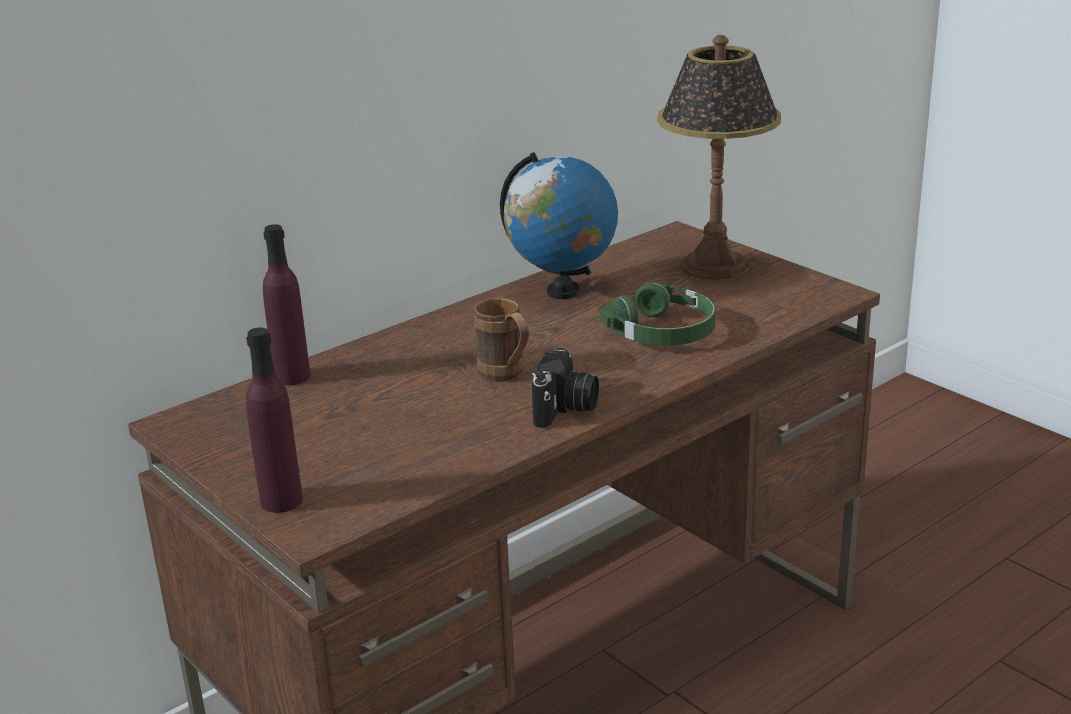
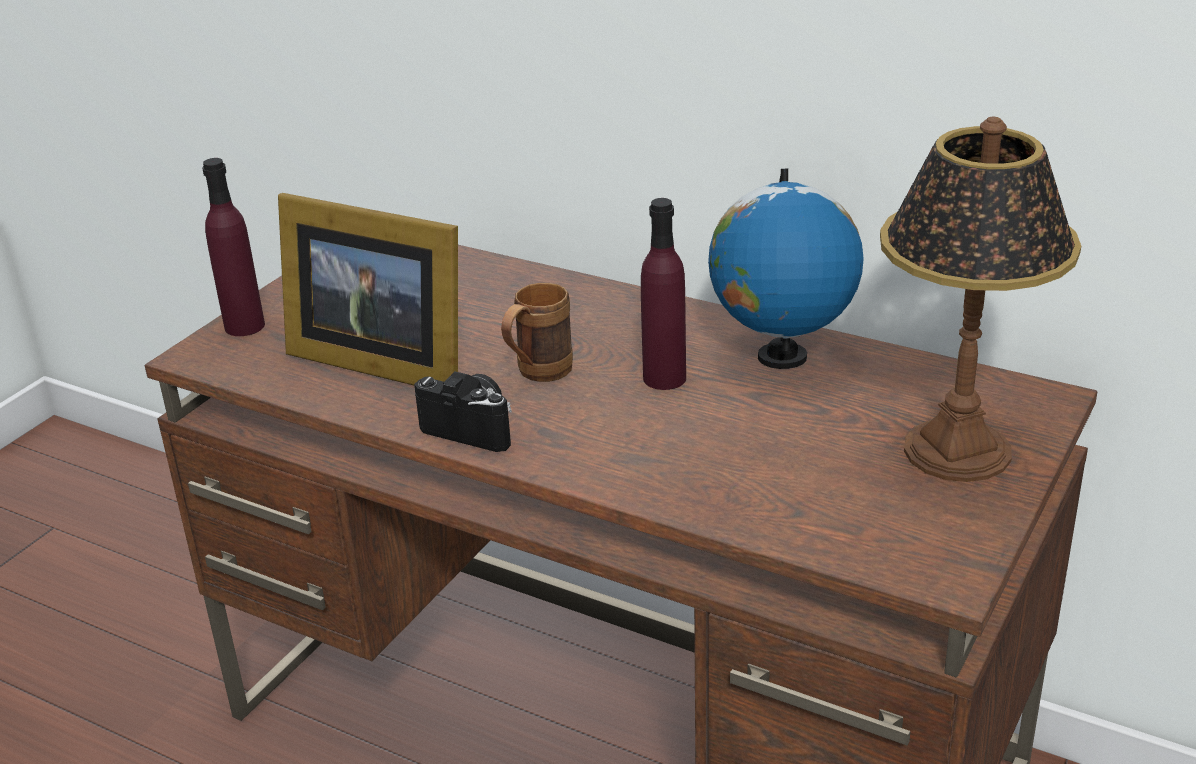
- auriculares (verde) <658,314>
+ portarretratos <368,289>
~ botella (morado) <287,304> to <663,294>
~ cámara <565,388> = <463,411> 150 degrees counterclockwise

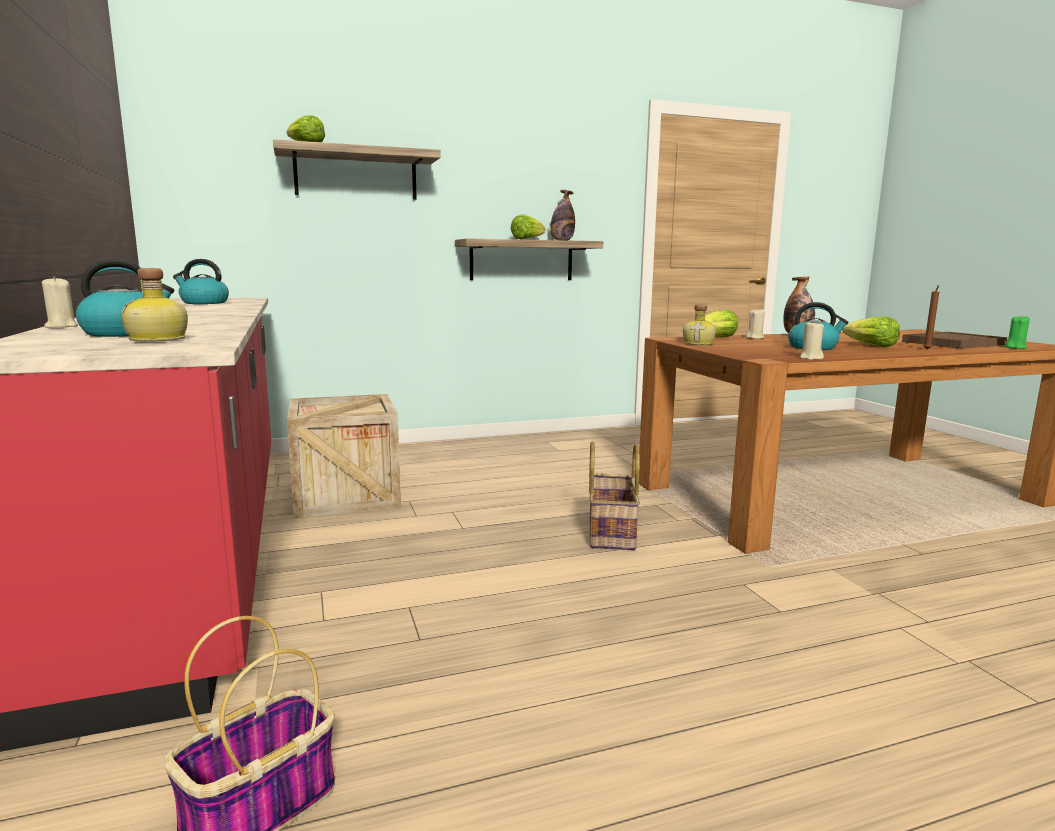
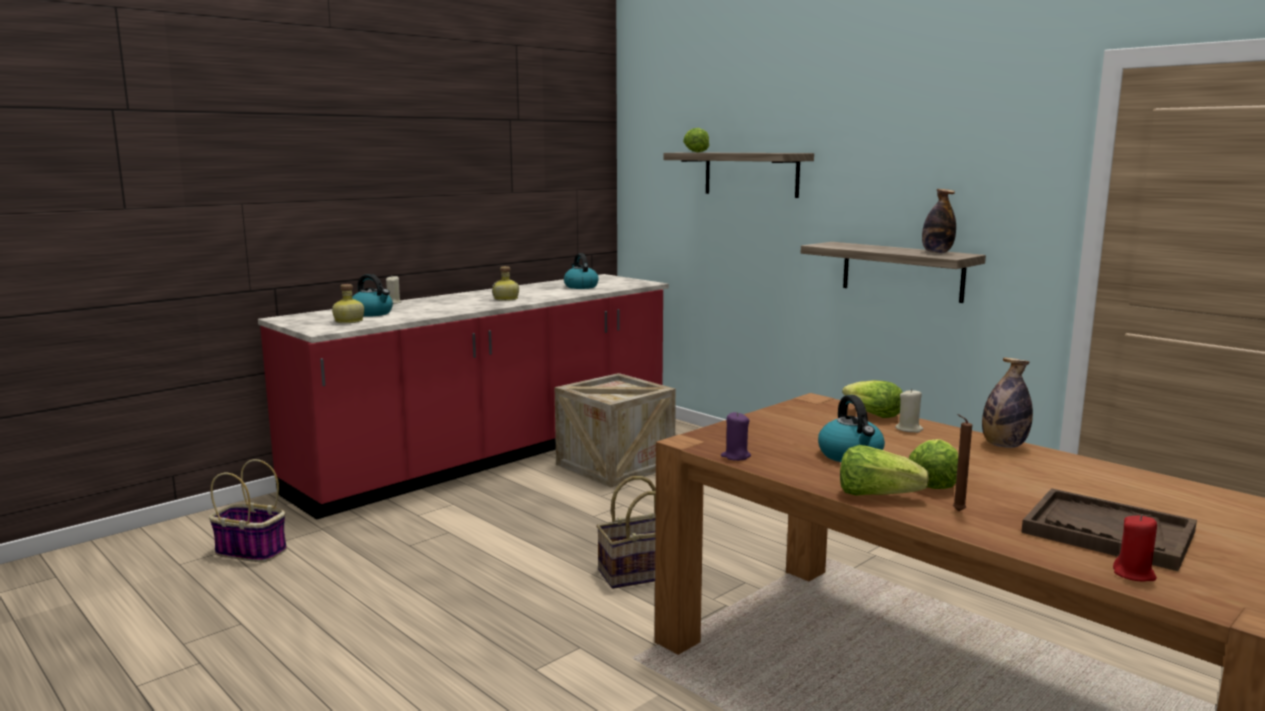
~ lechuga <527,227> to <884,470>
~ botella <699,324> to <505,283>
~ vela (beis) <812,340> to vela (morado) <736,436>
~ vela (verde) <1017,332> to vela (rojo) <1135,548>

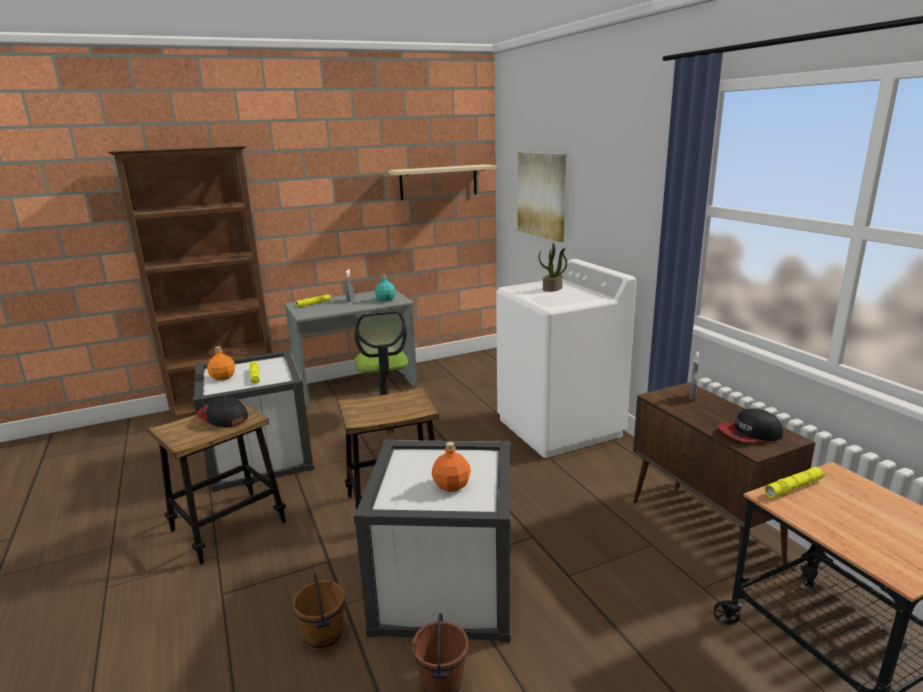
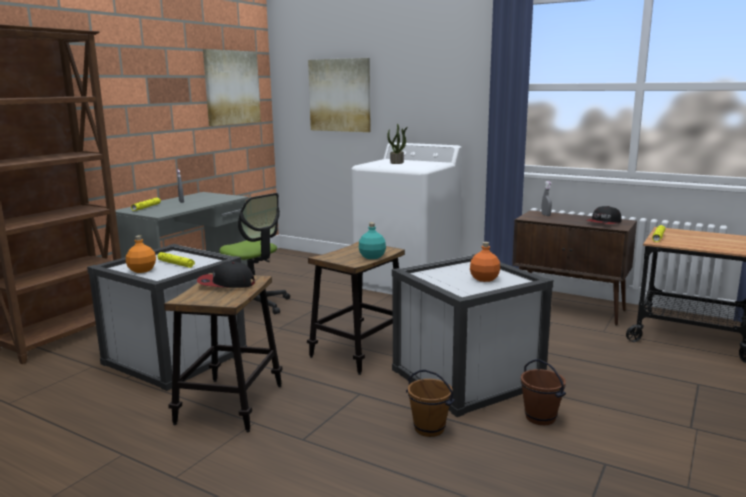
~ botella (turquesa) <385,288> to <372,241>
~ estante (beis) <442,182> to cuadro <232,87>

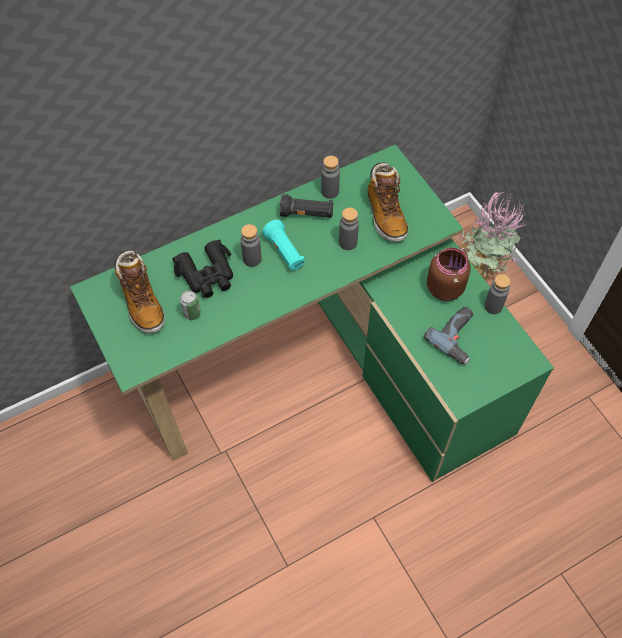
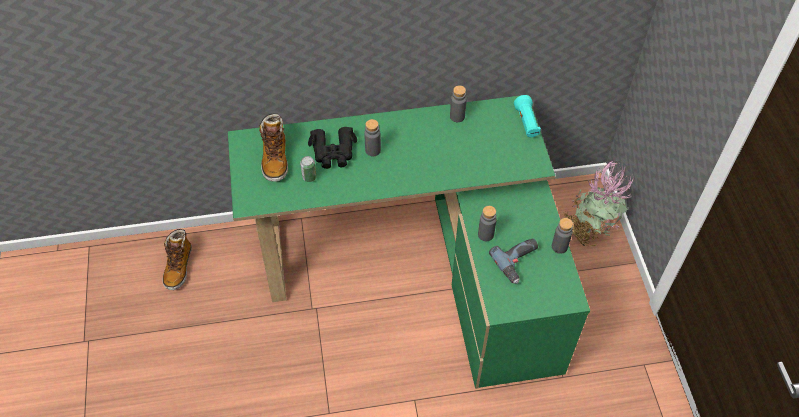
- linterna (negro) <306,206>
- tarro (marrón) <449,274>
~ linterna (turquesa) <283,245> to <527,116>
~ botella (gris) <349,229> to <487,223>
~ bota <388,202> to <177,259>

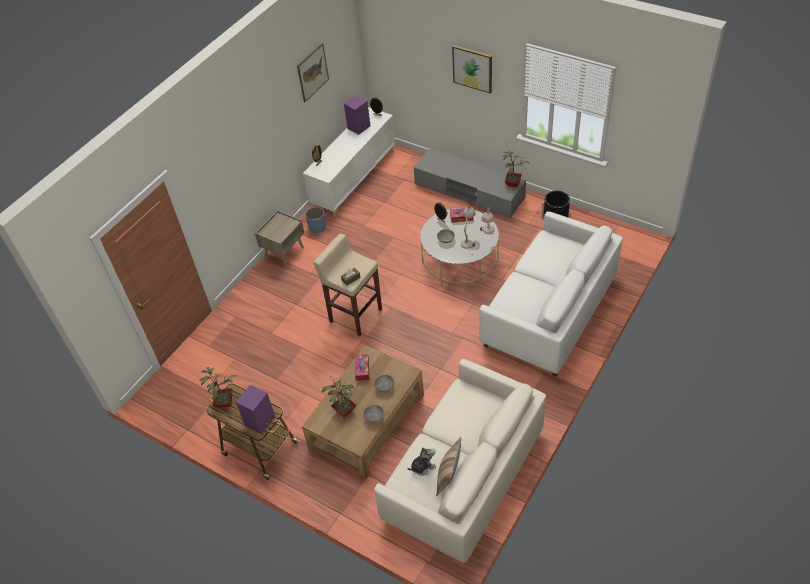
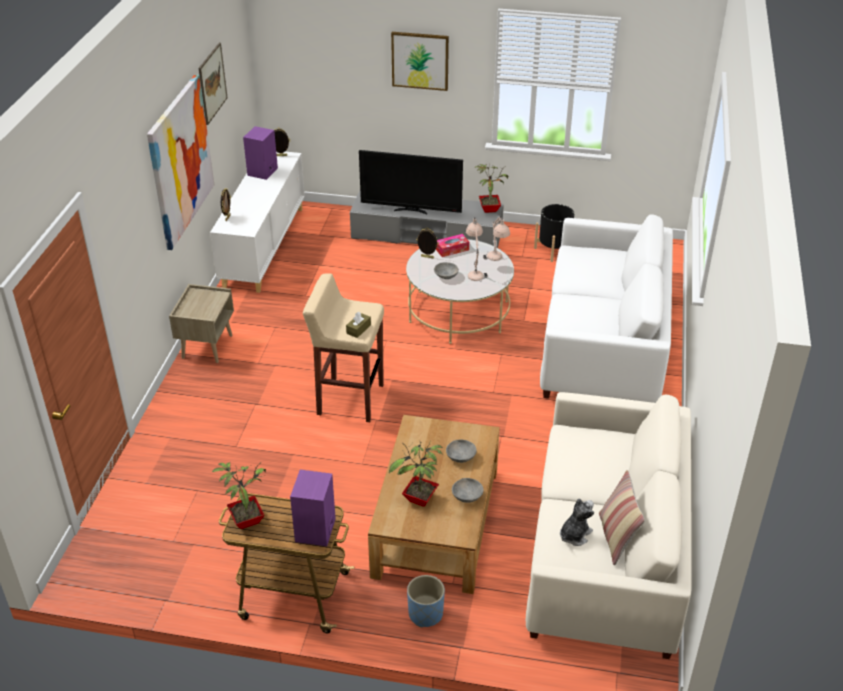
- caja de pañuelos <362,367>
+ cuadro <180,162>
+ televisor <411,182>
~ maceta (azul) <315,220> to <426,601>

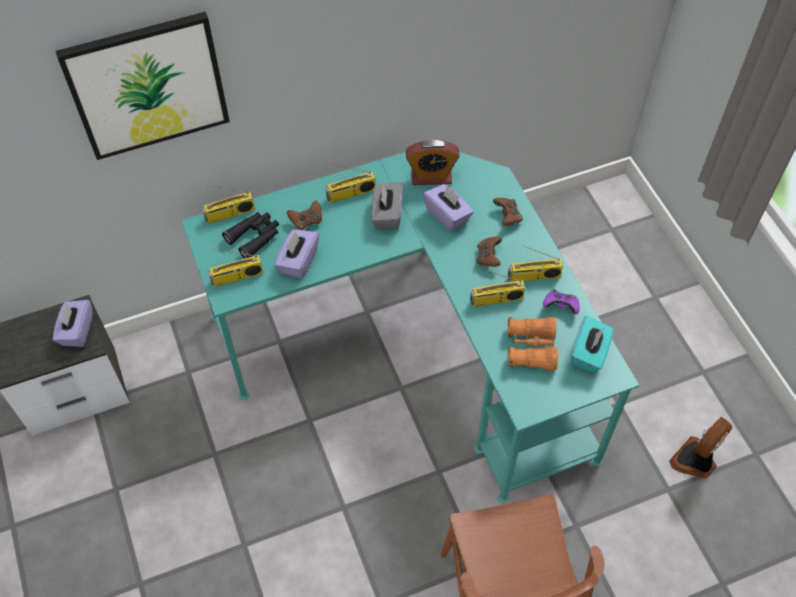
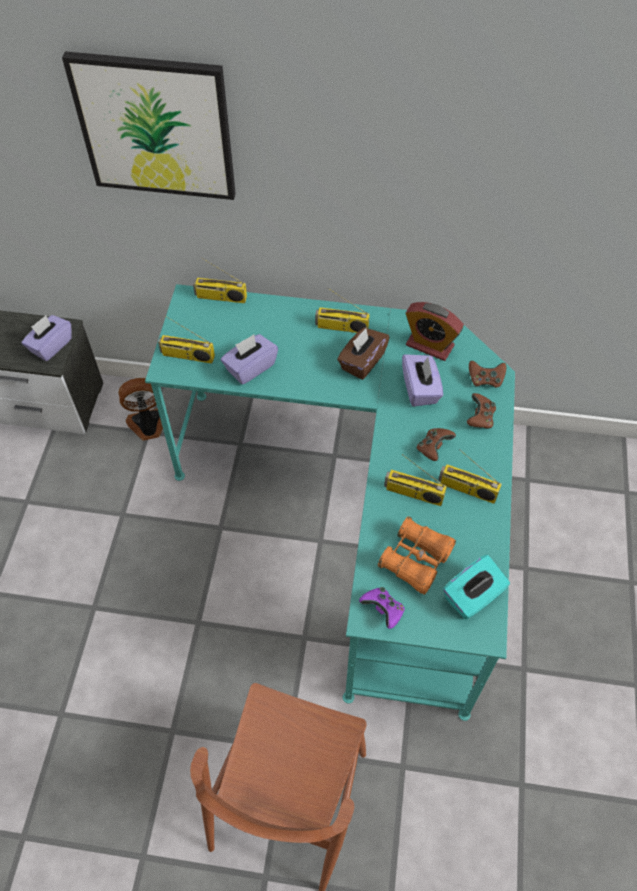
- prismáticos (negro) <250,235>
~ mando de consola (marrón) <304,215> to <487,374>
~ mando de consola (morado) <561,301> to <382,608>
~ ventilador <700,448> to <143,409>
~ caja de pañuelos (gris) <387,205> to caja de pañuelos (marrón) <363,353>

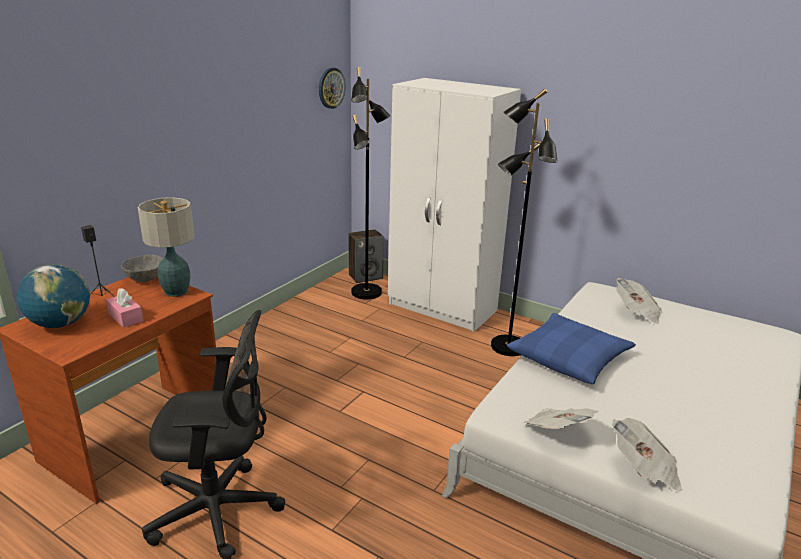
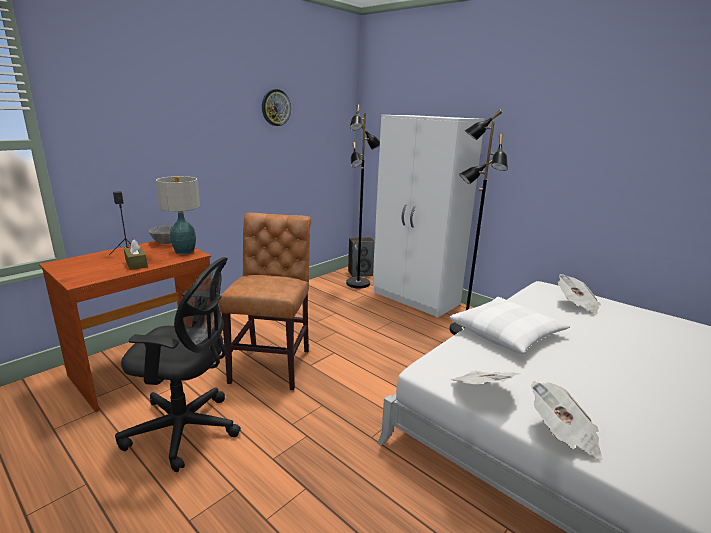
- globo terráqueo <53,296>
+ silla (marrón) <264,301>
~ reloj de pared <332,88> to <276,107>
~ caja de pañuelos (rosa) <124,308> to caja de pañuelos (marrón) <136,254>
~ cojín (azul) <571,348> to cojín (blanco) <509,325>

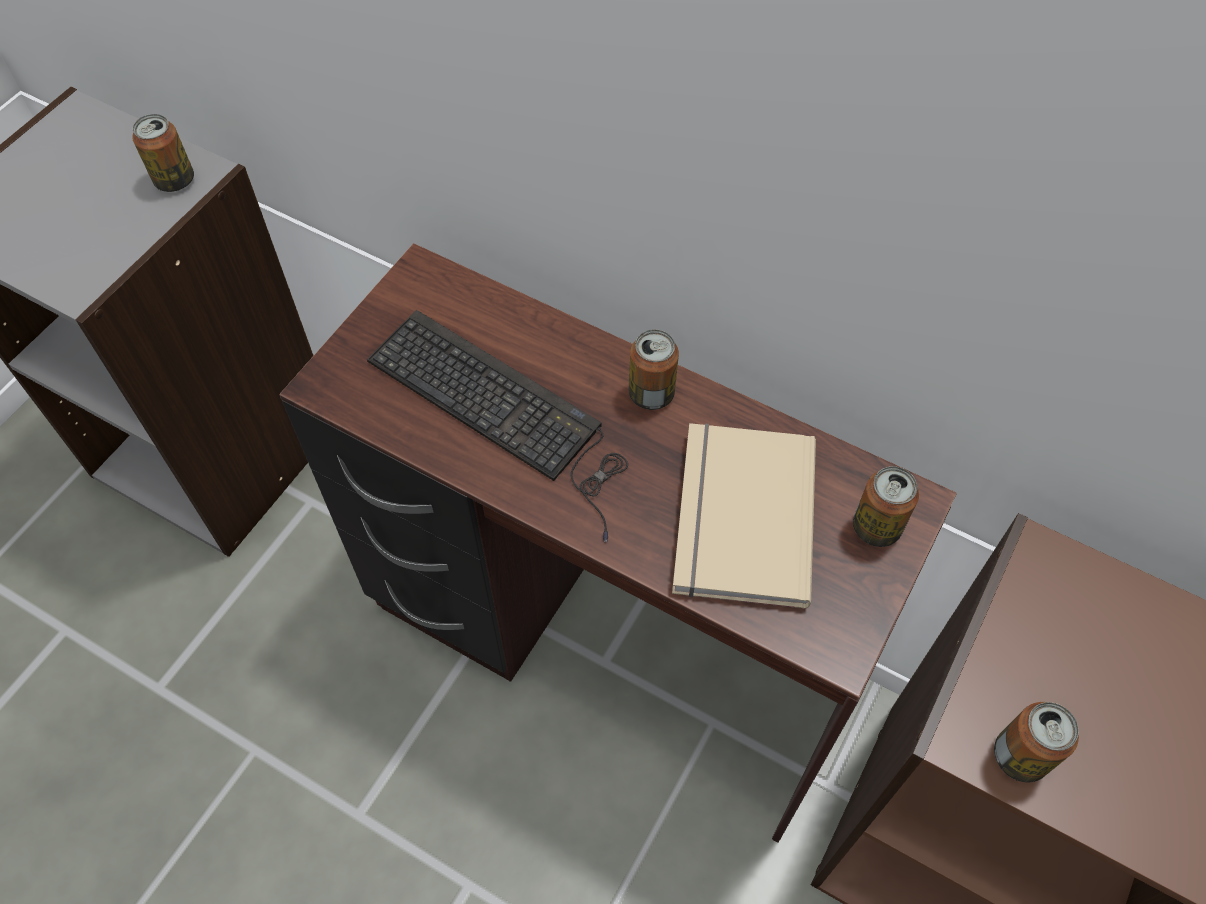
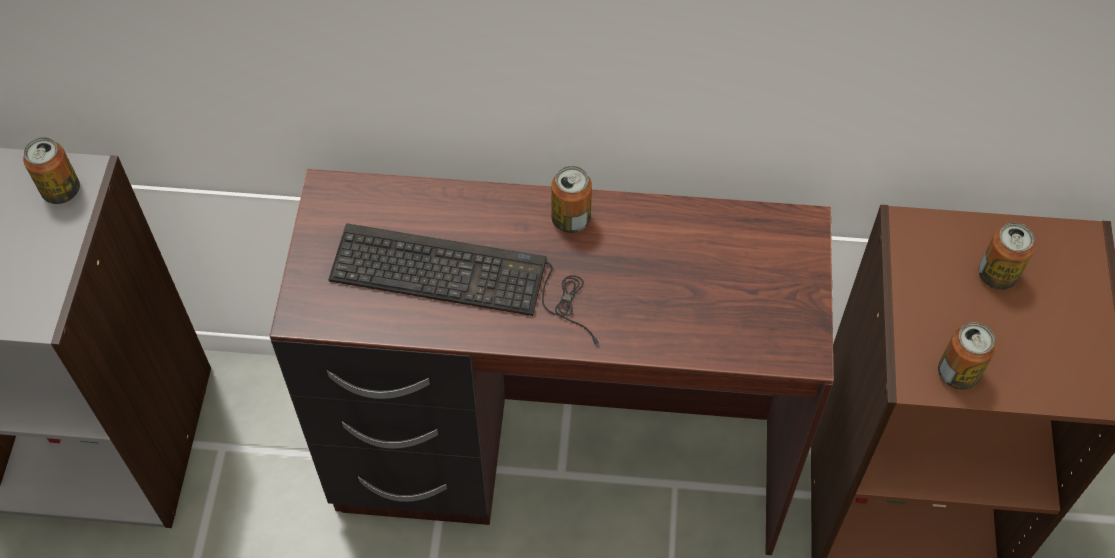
- libro (beis) <744,516>
~ lata <886,506> to <1007,256>

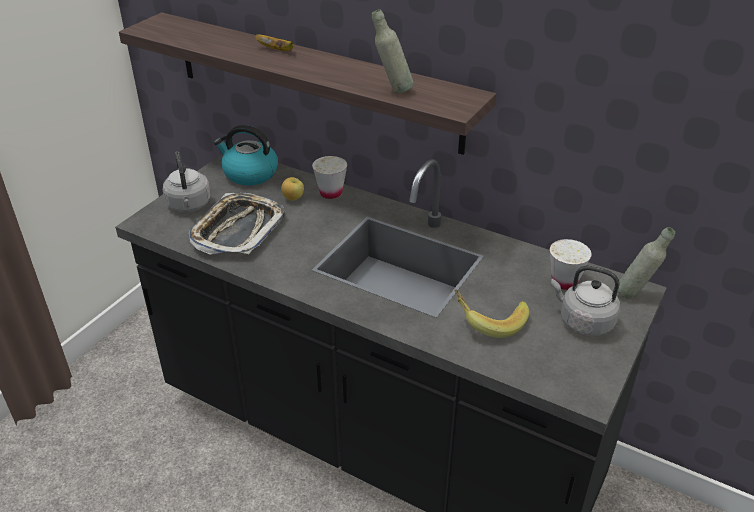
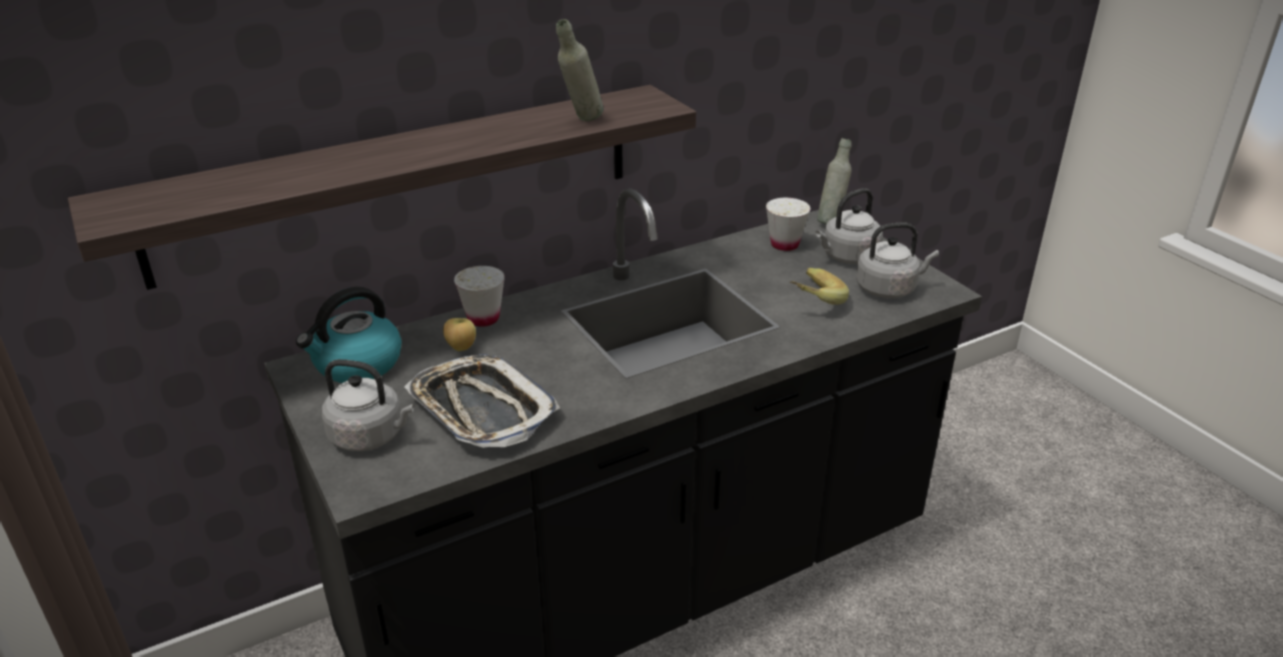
- plátano <274,43>
+ hervidor (gris) <897,260>

